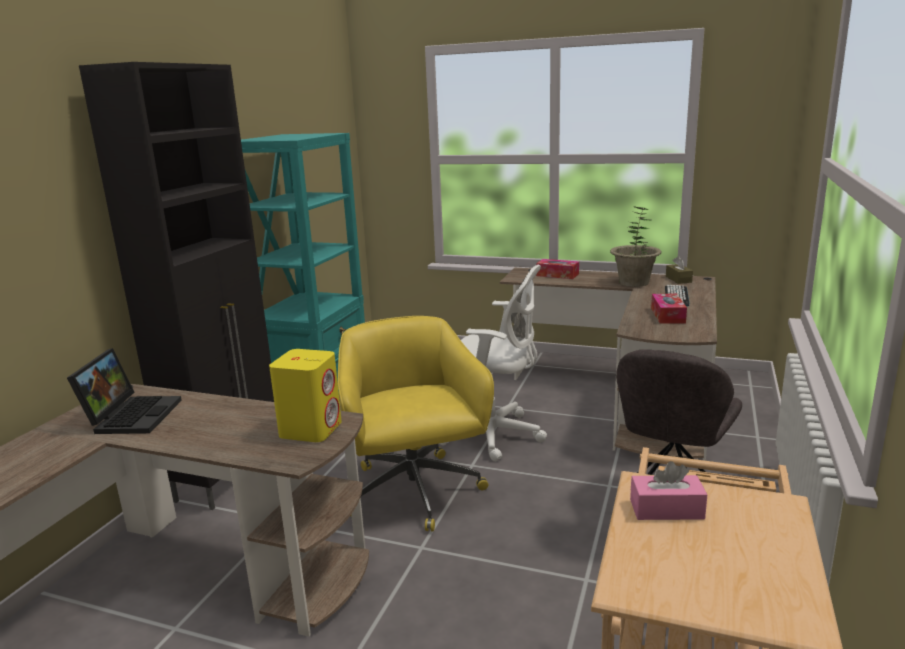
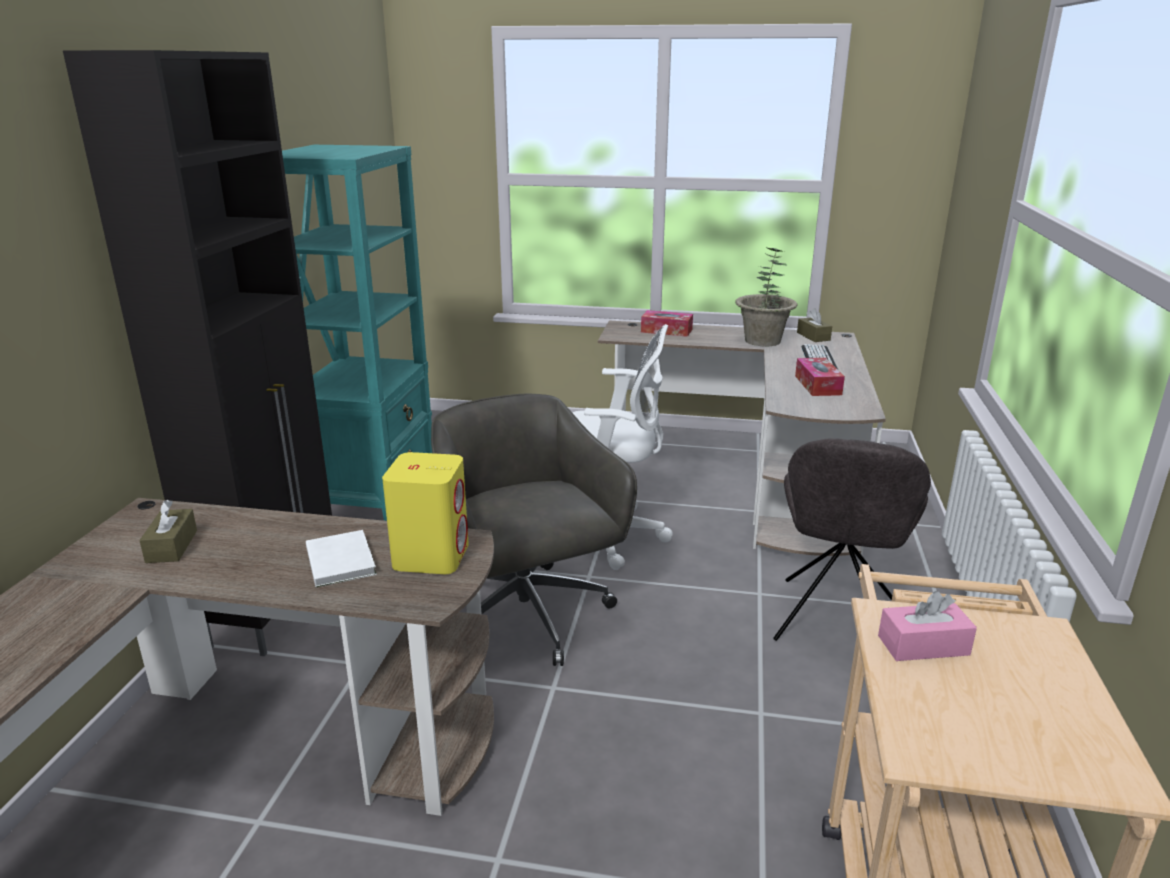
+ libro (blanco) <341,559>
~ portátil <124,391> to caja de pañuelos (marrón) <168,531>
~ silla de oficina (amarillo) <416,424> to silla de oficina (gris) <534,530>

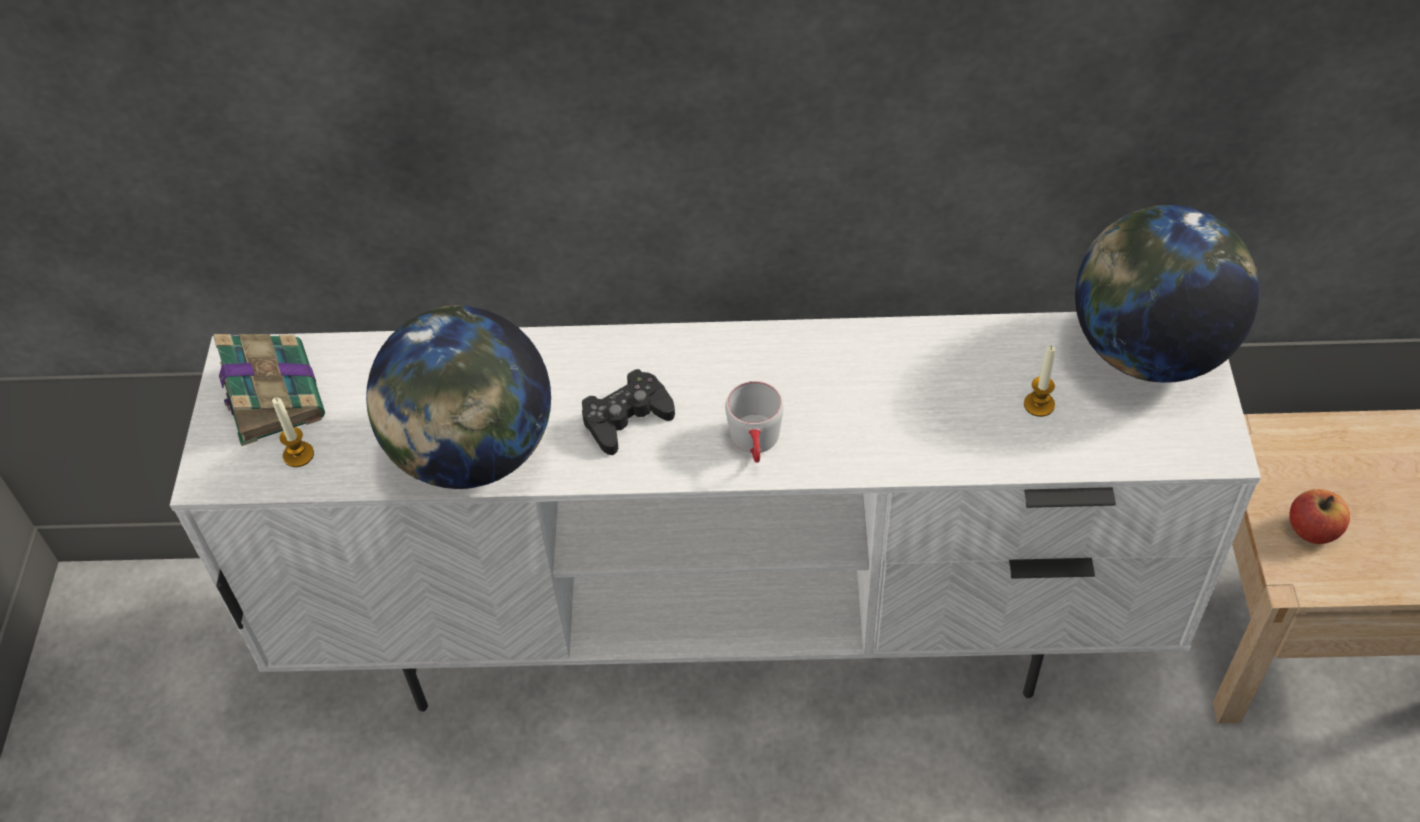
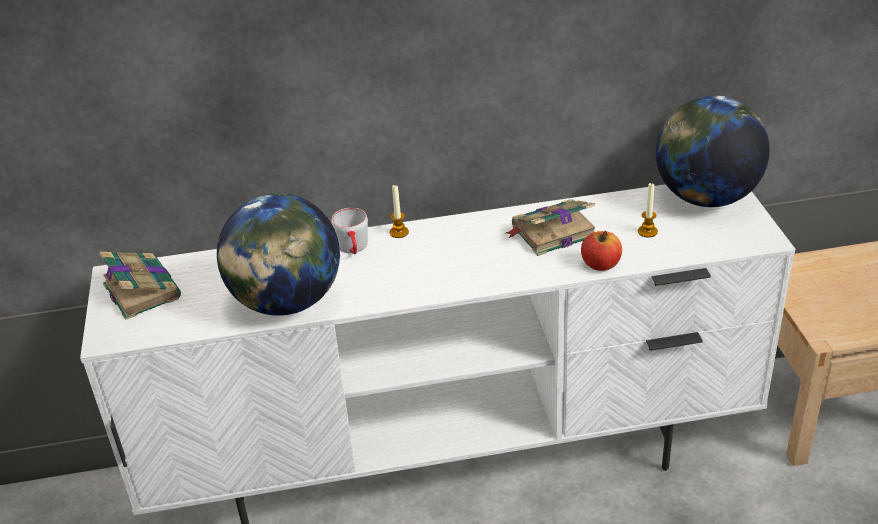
- mando de consola (negro) <628,412>
+ libro <550,227>
~ vela <293,432> to <399,211>
~ taza grande (gris) <754,422> to <349,231>
~ manzana <1319,516> to <601,251>

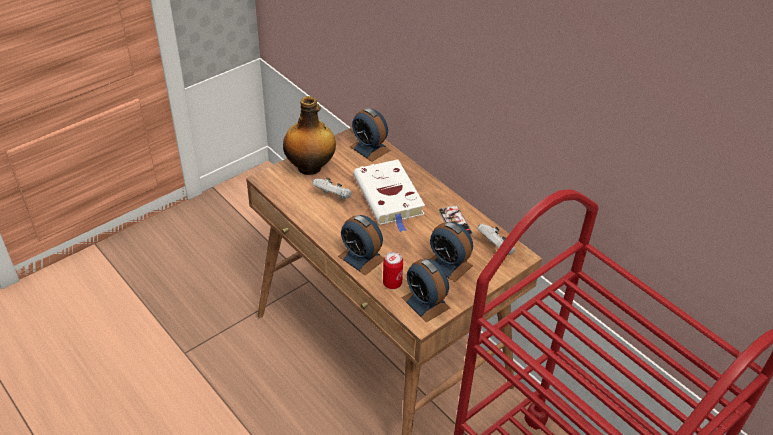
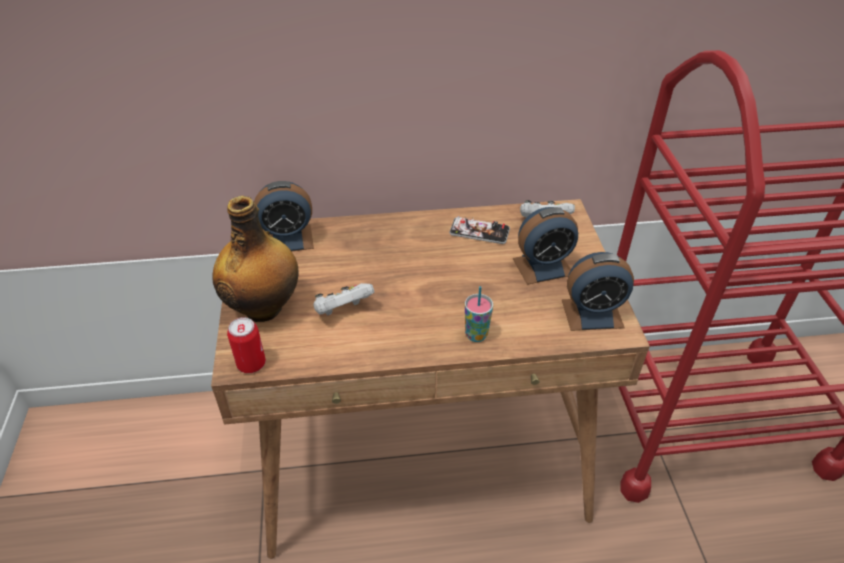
- libro (blanco) <389,195>
~ lata <393,270> to <246,345>
~ despertador <361,245> to taza <479,314>

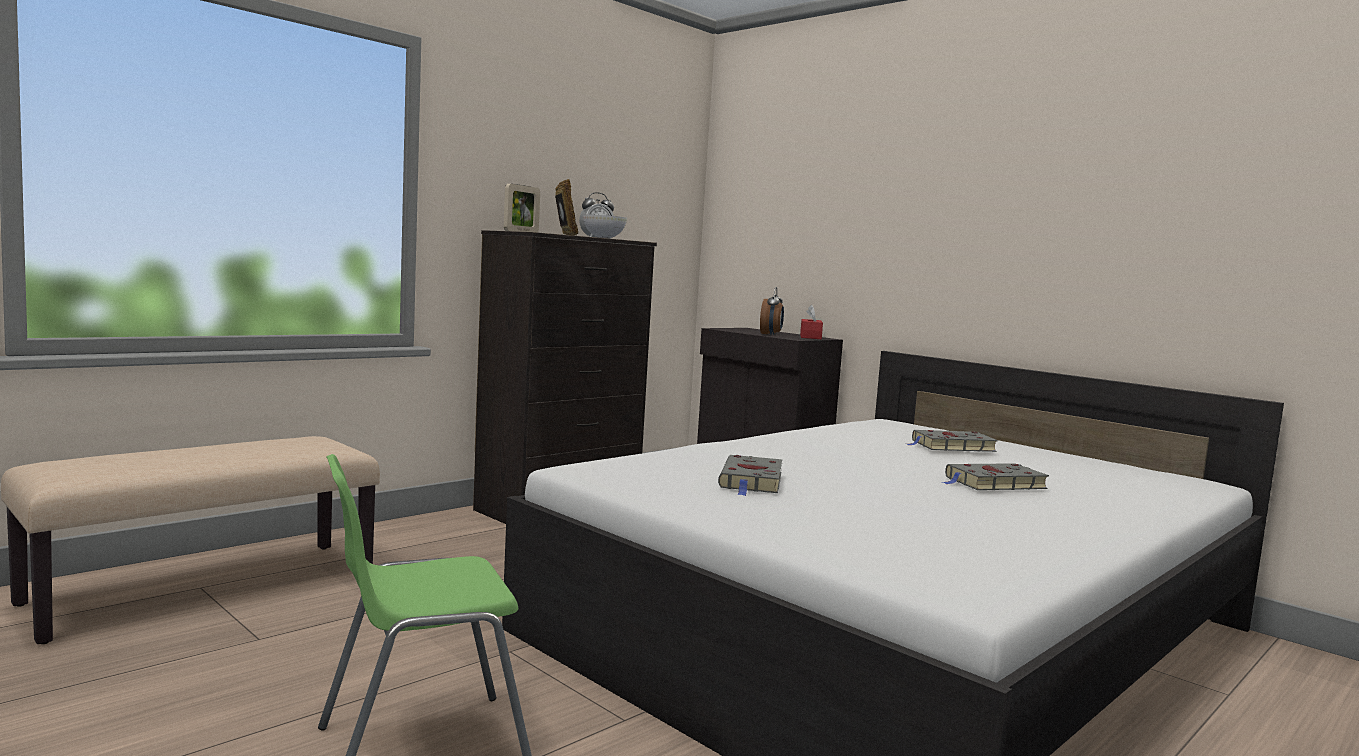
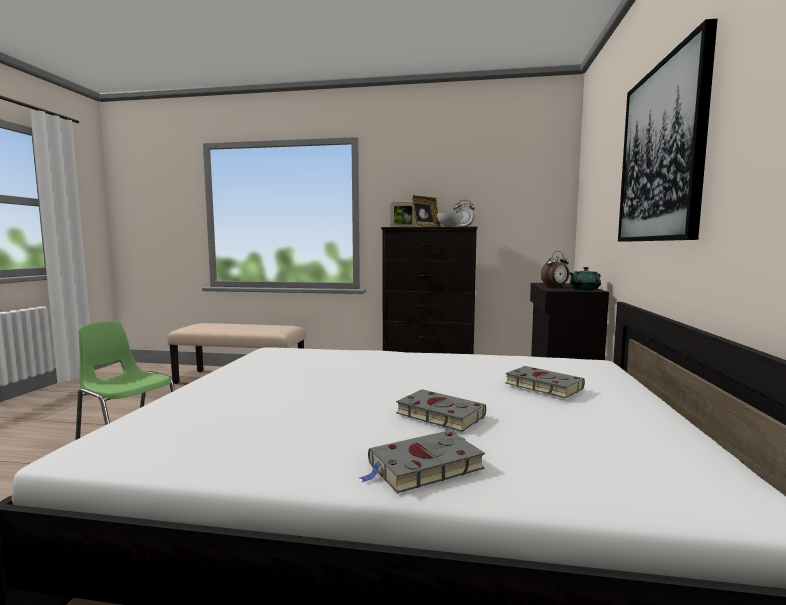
+ cuadro <668,130>
~ libro (gris) <750,475> to <422,461>
~ caja de pañuelos (rojo) <811,322> to tetera (verde) <585,278>

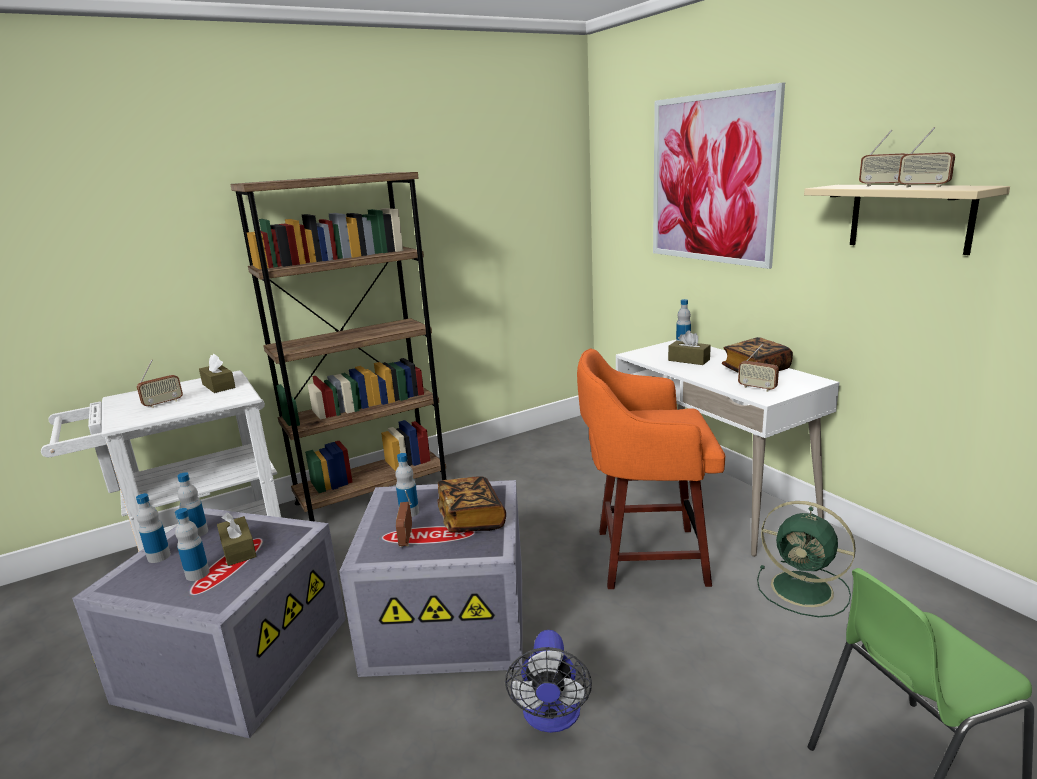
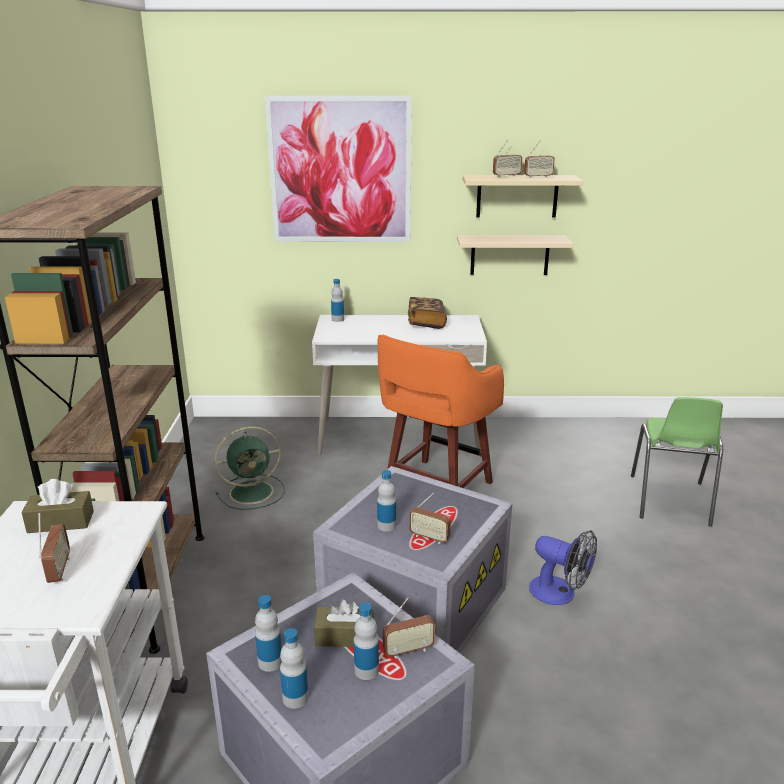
- libro <471,504>
- caja de pañuelos (marrón) <689,347>
+ estante (beis) <515,255>
~ radio <758,368> to <409,628>
~ ventilador (verde) <806,559> to <250,468>

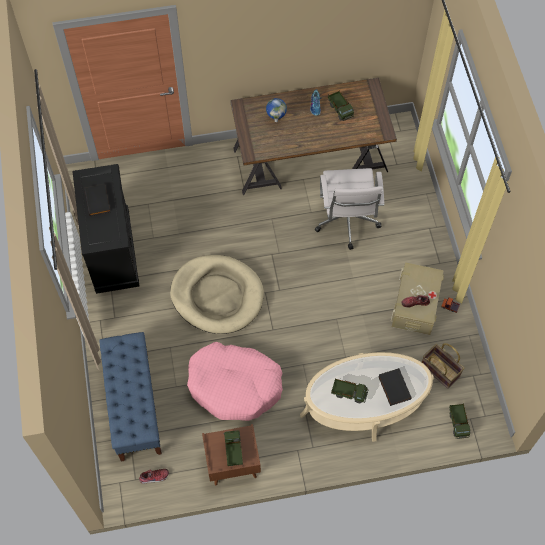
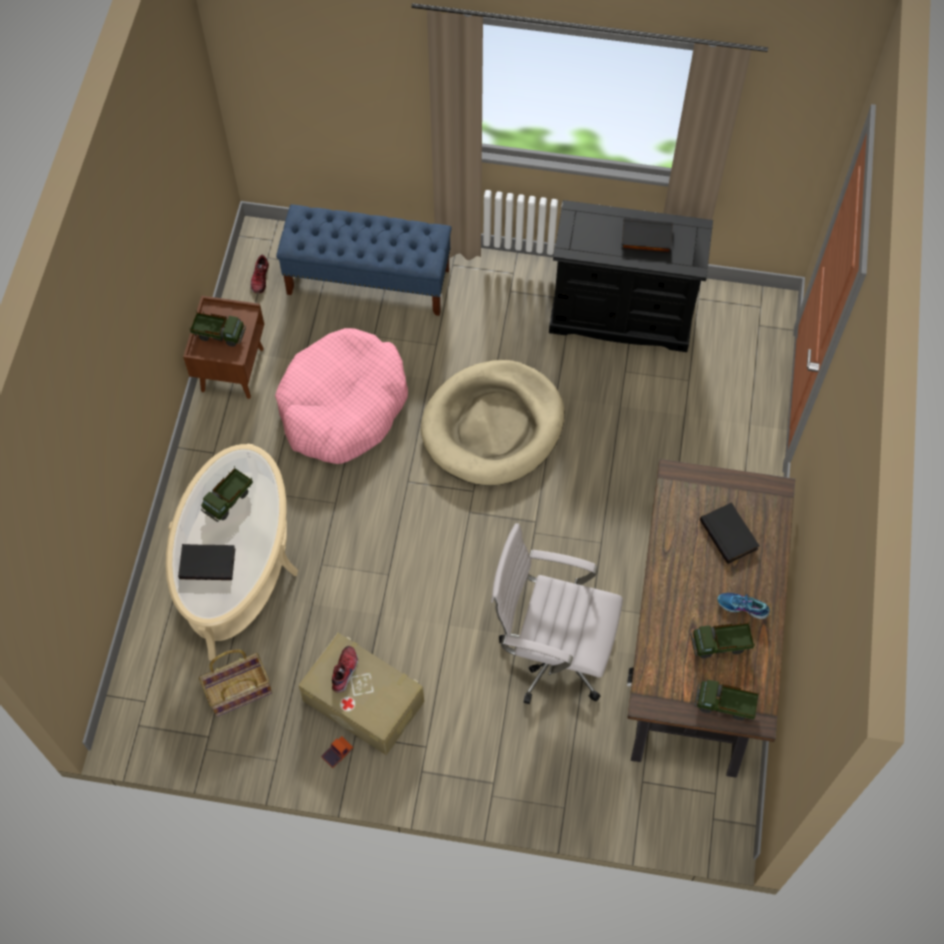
~ camión de juguete <460,421> to <727,700>
~ globo terráqueo <276,110> to libro (negro) <729,533>

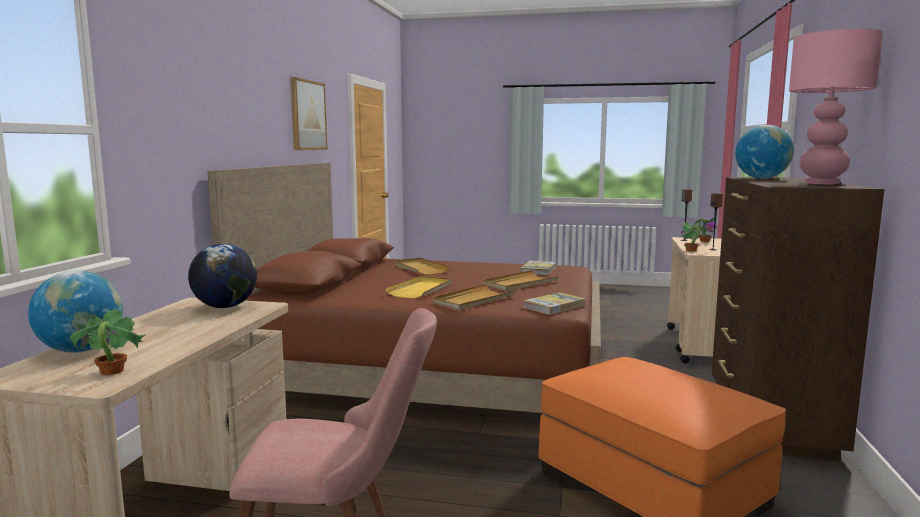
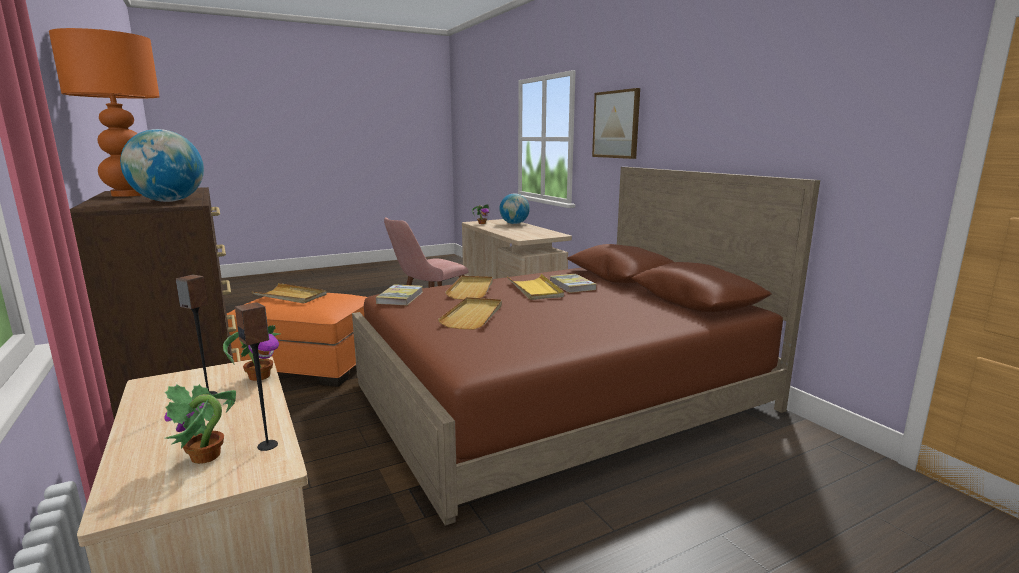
- globo terráqueo <222,276>
~ cuadro <309,113> to <616,123>
~ bandeja (beis) <422,266> to <289,293>
~ libro <538,267> to <573,283>
~ lámpara de mesa (rosa) <836,106> to lámpara de mesa (naranja) <104,112>

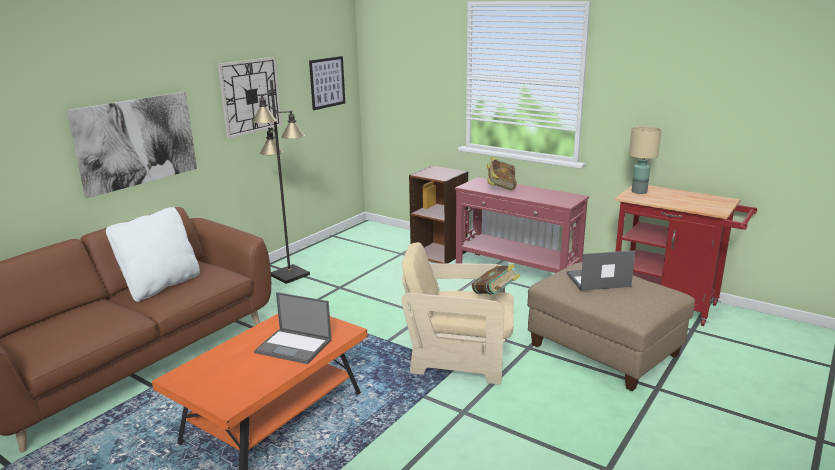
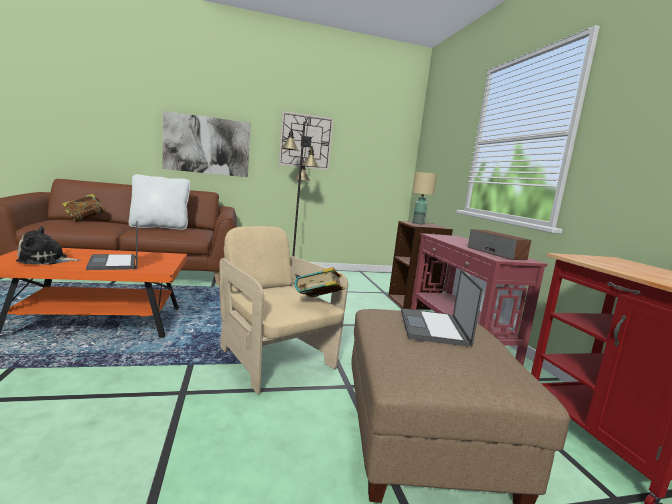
- cuadro <327,83>
+ peluche <48,246>
+ altavoz <499,244>
~ libro <502,173> to <84,208>
~ lámpara de mesa (beis) <645,160> to <424,198>
~ portátil <601,270> = <442,308> 120 degrees counterclockwise

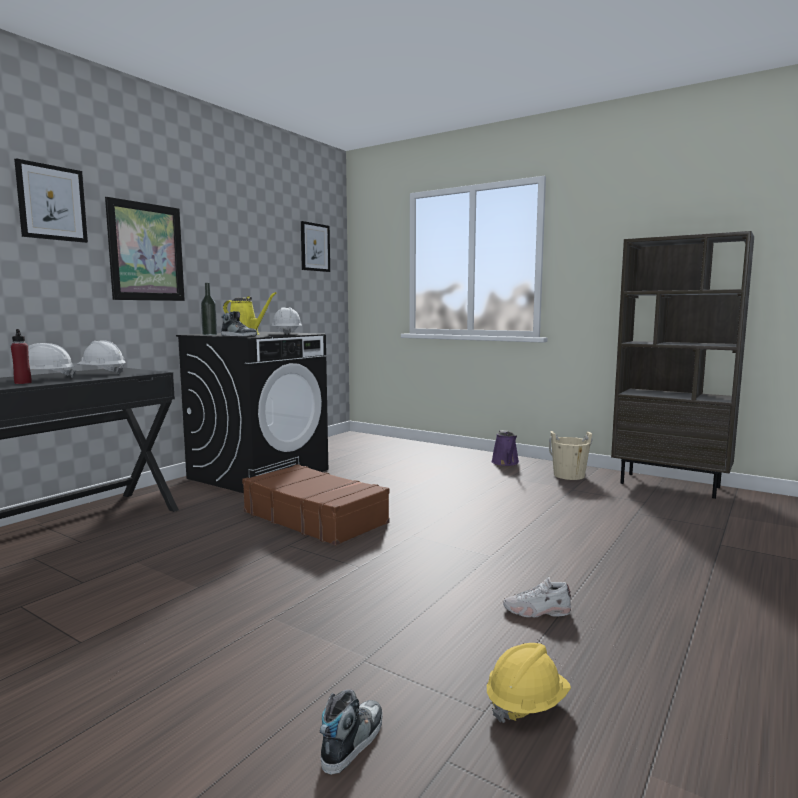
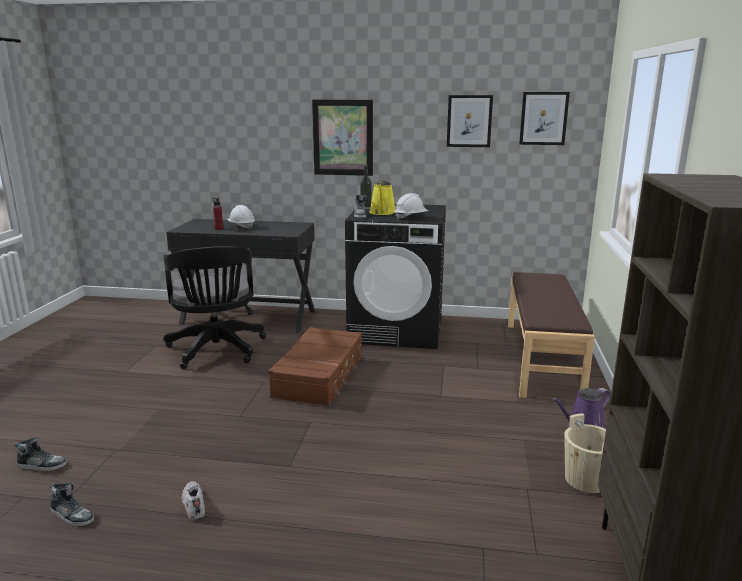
- casco (blanco) <101,357>
+ silla de oficina (negro) <214,307>
+ banco (marrón) <551,335>
~ cuadro <51,200> to <470,121>
~ casco (amarillo) <529,683> to zapato <72,504>

